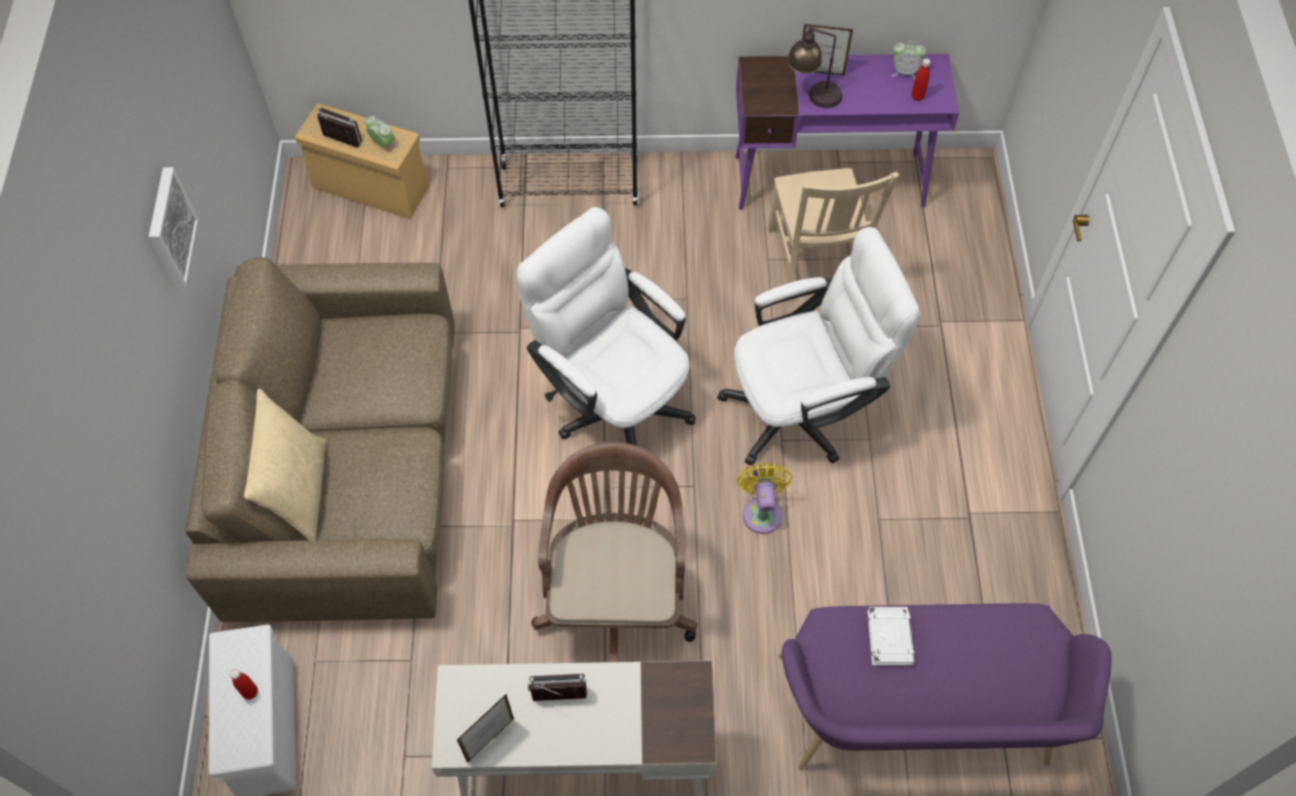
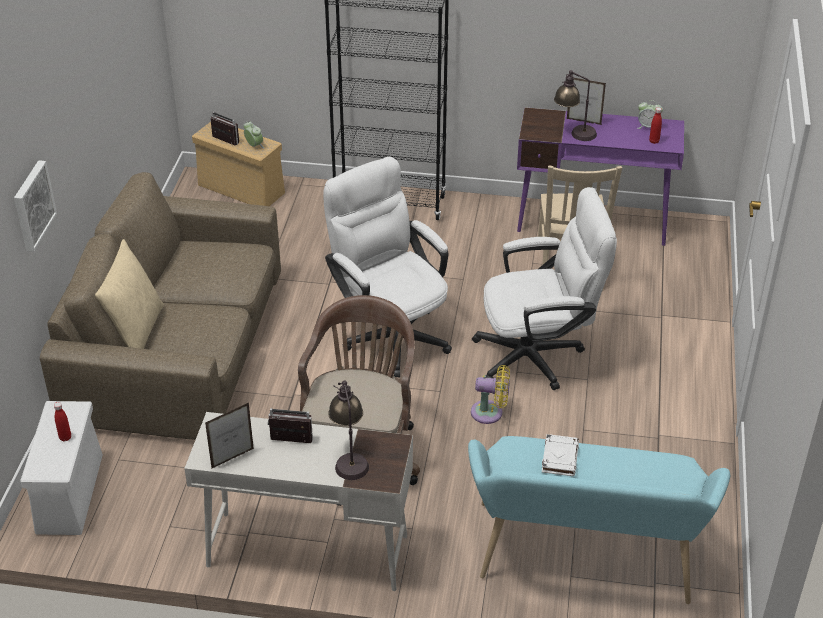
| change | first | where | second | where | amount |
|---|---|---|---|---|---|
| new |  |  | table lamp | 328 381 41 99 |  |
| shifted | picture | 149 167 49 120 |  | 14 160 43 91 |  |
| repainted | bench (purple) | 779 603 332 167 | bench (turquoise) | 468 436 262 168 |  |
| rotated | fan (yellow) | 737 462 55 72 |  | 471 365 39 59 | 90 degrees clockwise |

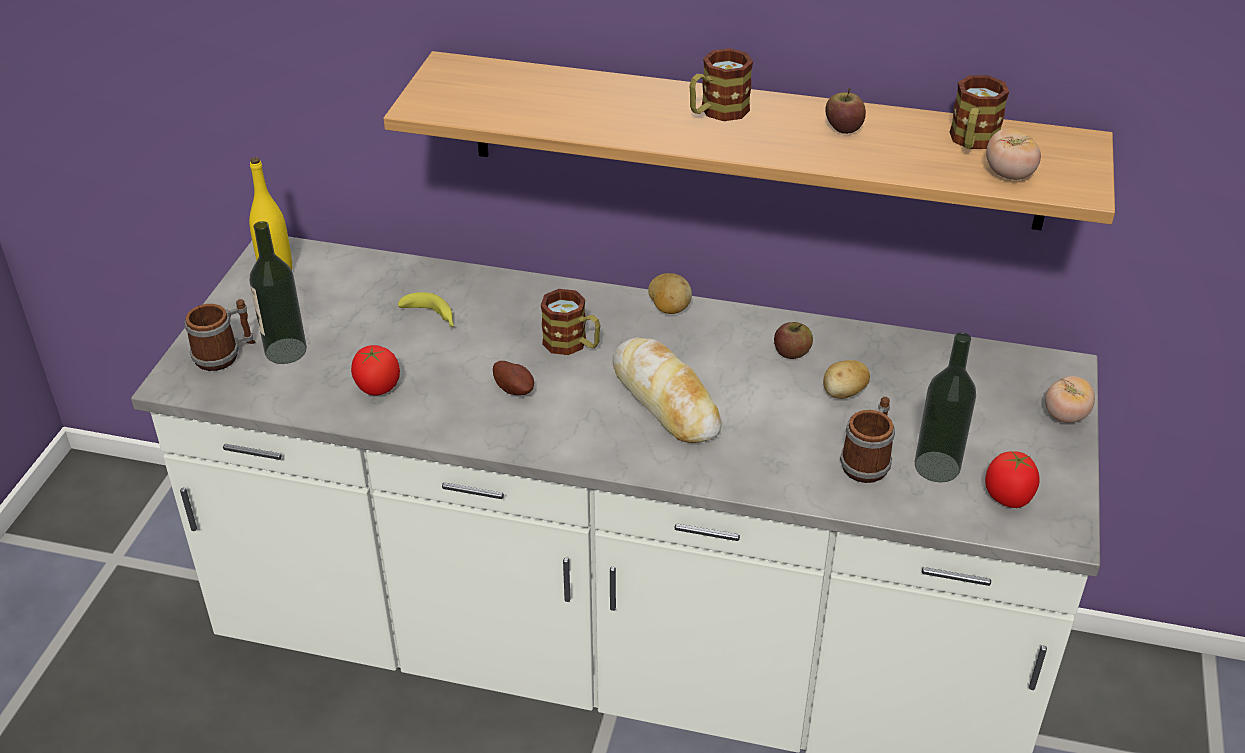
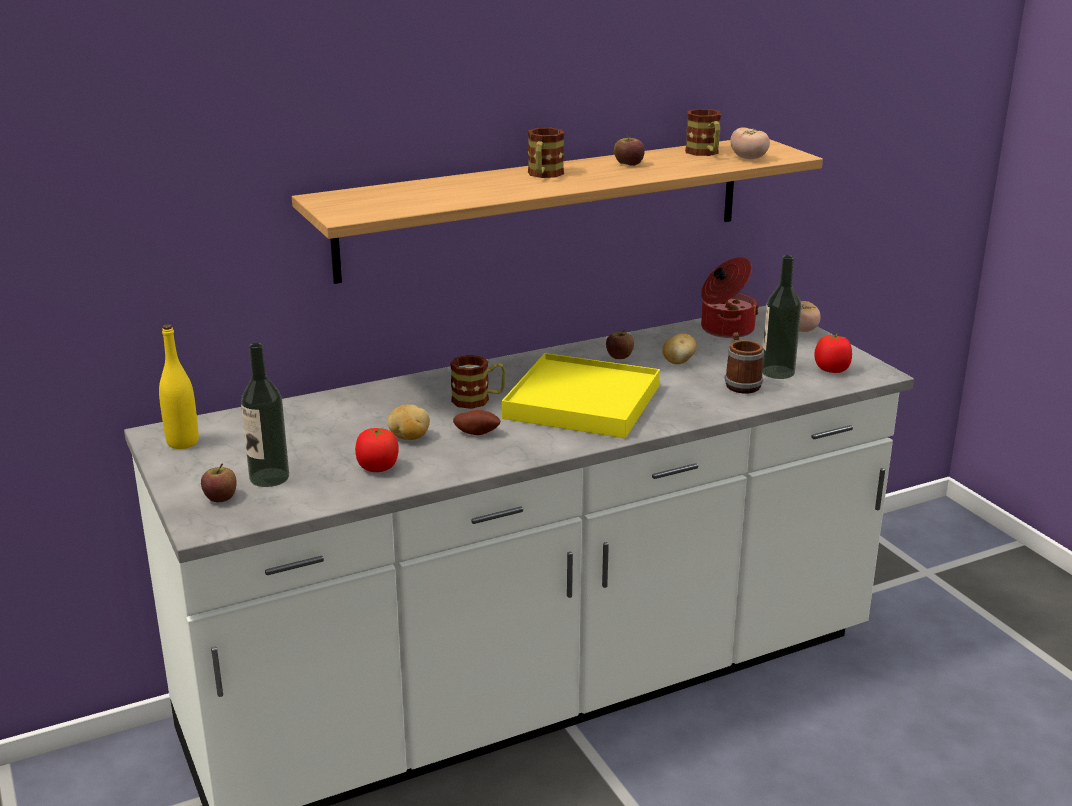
| change | first | where | second | where | amount |
|---|---|---|---|---|---|
| gone | banana | 398 292 56 35 |  |  |  |
| new |  |  | cooking pot | 701 257 58 81 |  |
| shifted | potato | 648 273 44 41 |  | 388 404 42 36 |  |
| swapped | mug | 184 299 71 72 | apple | 201 464 36 38 |  |
| swapped | bread | 612 337 110 106 | tray (yellow) | 502 353 158 85 |  |

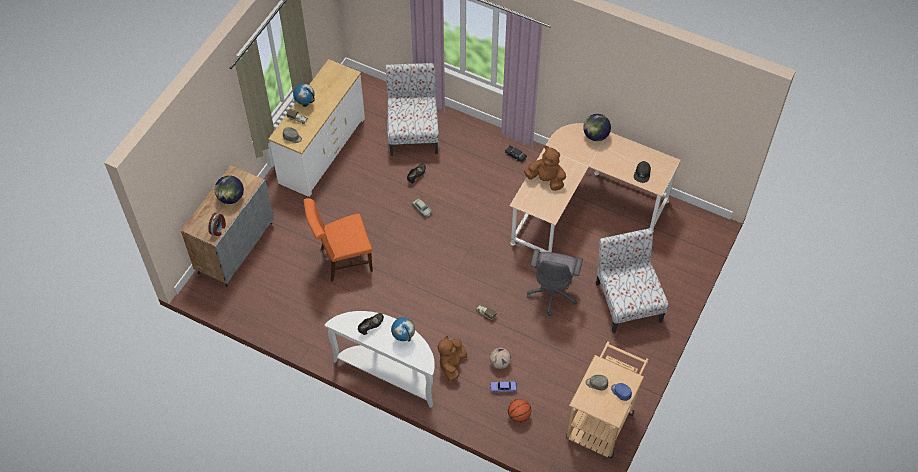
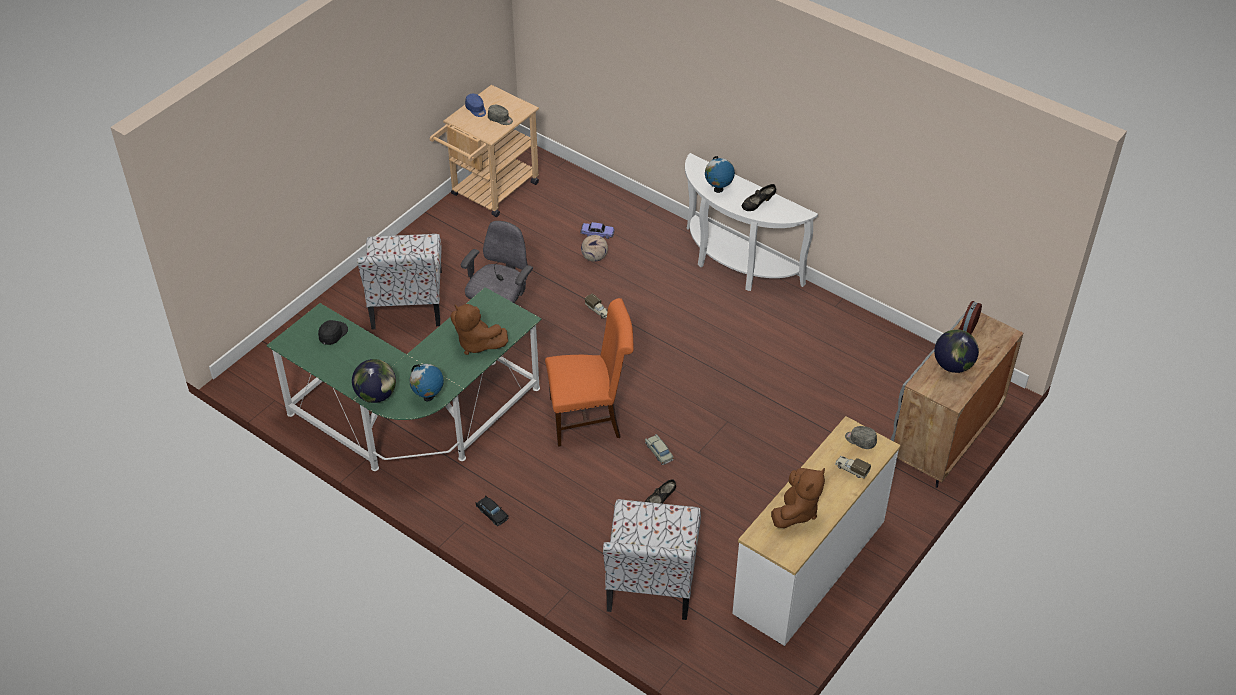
| change | first | where | second | where | amount |
|---|---|---|---|---|---|
| gone | basketball | 508 399 23 24 |  |  |  |
| shifted | globe | 293 84 22 23 |  | 409 364 35 37 |  |
| shifted | chair (orange) | 303 198 70 84 |  | 545 298 89 149 |  |
| shifted | plush toy (brown) | 438 336 29 45 |  | 771 468 54 60 |  |
| repainted | desk (beige) | 510 123 171 129 | desk (green) | 267 287 275 184 |  |

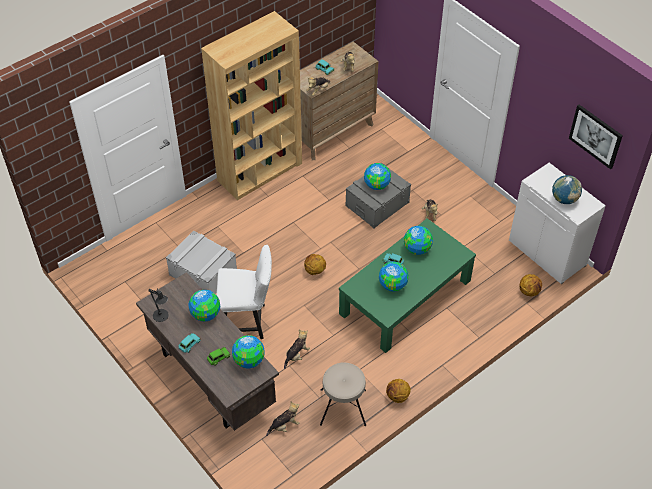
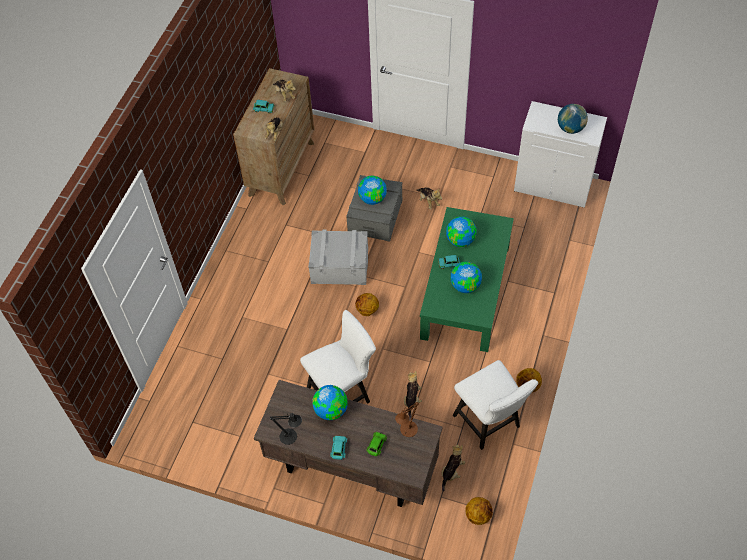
| change | first | where | second | where | amount |
|---|---|---|---|---|---|
| gone | bookcase (brown) | 201 11 101 189 |  |  |  |
| gone | picture | 569 105 54 64 |  |  |  |
| shifted | storage box (grey) | 166 230 71 64 |  | 308 230 60 55 |  |
| shifted | basketball | 520 274 22 22 |  | 466 497 27 28 |  |
| swapped | globe | 232 335 33 33 | table lamp (brown) | 395 402 24 35 |  |
| swapped | stool (beige) | 320 362 46 64 | chair (white) | 453 360 85 90 |  |

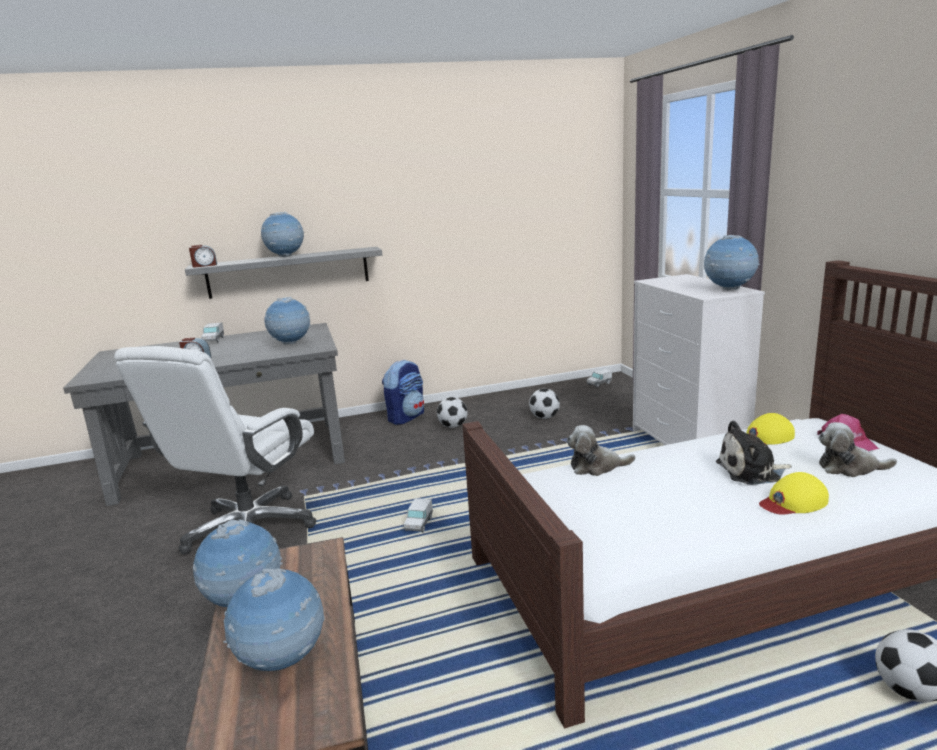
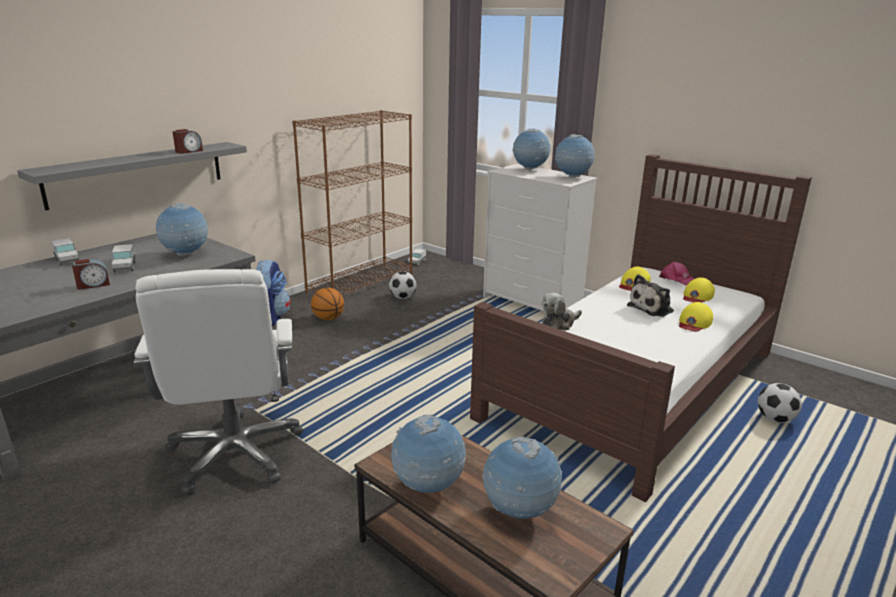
| change | first | where | second | where | amount |
|---|---|---|---|---|---|
| new |  |  | bookcase (brown) | 292 110 120 185 |  |
| shifted | alarm clock | 189 245 28 22 |  | 173 129 30 25 |  |
| shifted | globe | 261 212 43 45 |  | 512 128 38 42 |  |
| shifted | toy truck | 404 498 29 34 |  | 112 244 24 28 |  |
| swapped | football | 437 397 30 31 | basketball | 311 288 33 32 |  |
| swapped | plush toy | 818 422 79 55 | cap (yellow) | 683 277 32 26 |  |

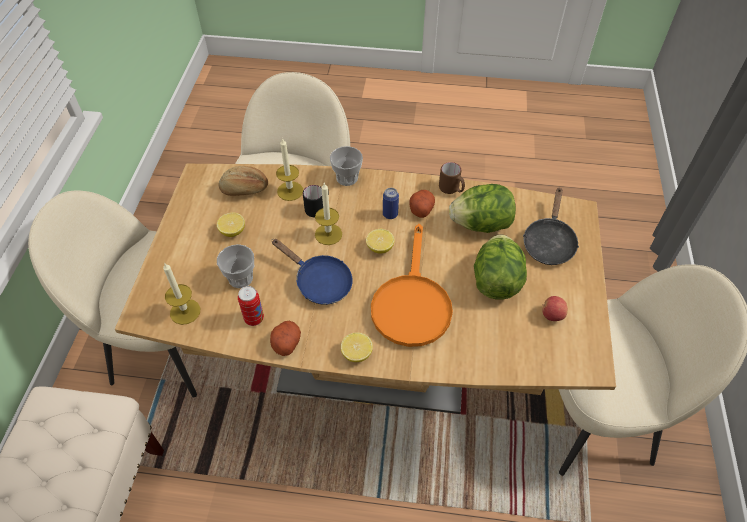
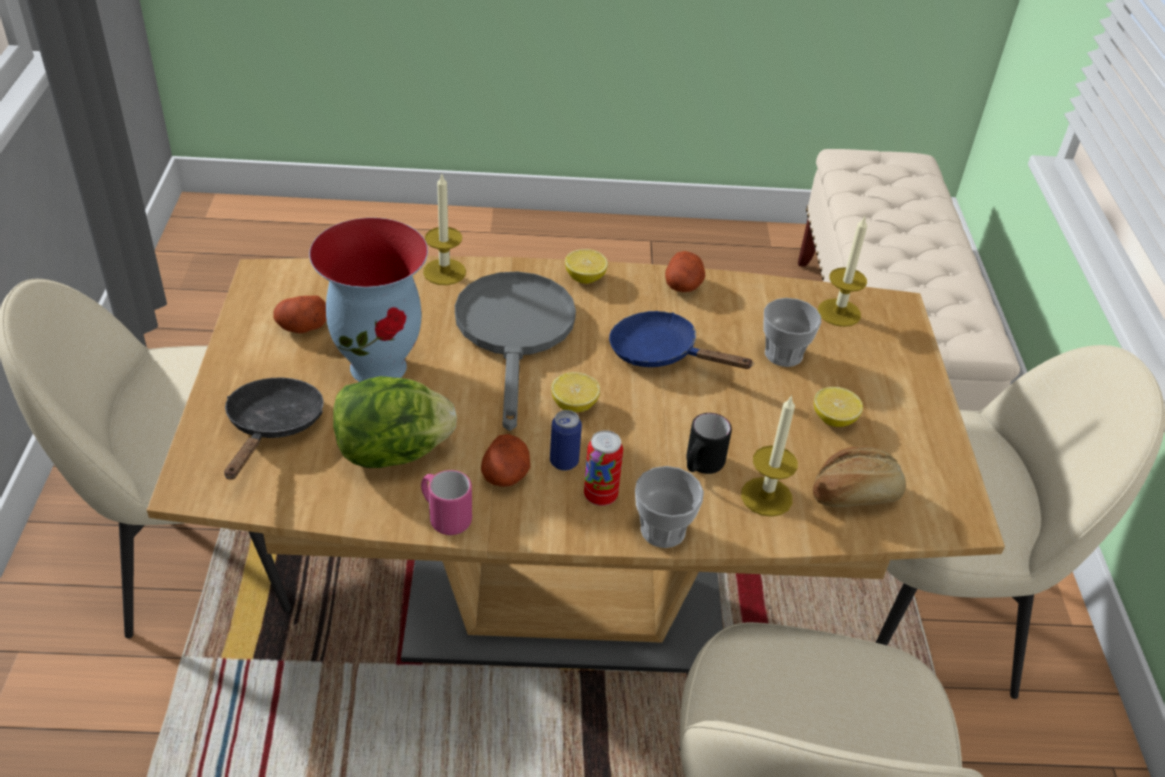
| change | first | where | second | where | amount |
|---|---|---|---|---|---|
| shifted | can | 238 286 26 40 |  | 584 430 39 76 |  |
| shifted | candle | 315 183 27 62 |  | 423 174 43 111 |  |
| swapped | lettuce | 474 234 53 66 | vase | 309 218 119 164 |  |
| swapped | apple | 542 296 26 25 | potato | 274 295 53 39 |  |
| repainted | frying pan (orange) | 371 224 82 123 | frying pan (grey) | 455 271 121 160 |  |
| repainted | mug (brown) | 439 162 26 32 | mug (pink) | 421 470 51 65 |  |

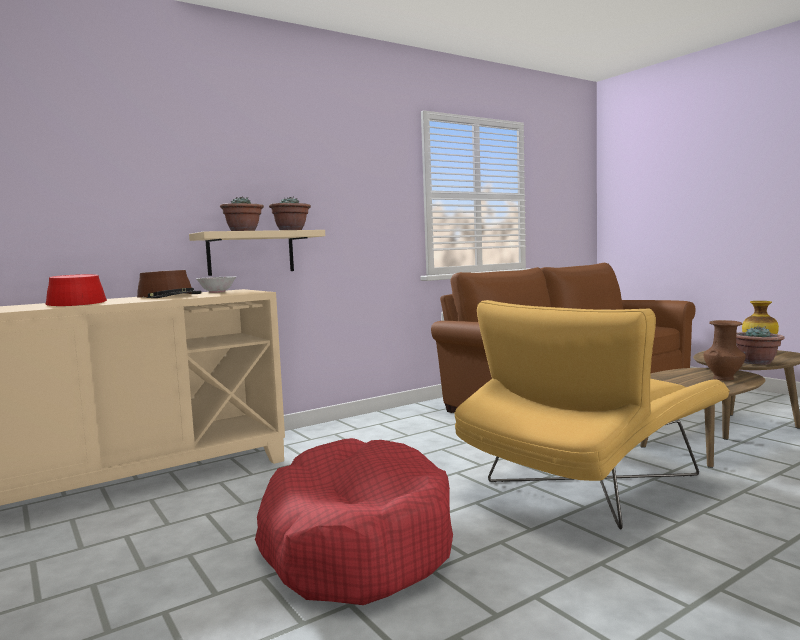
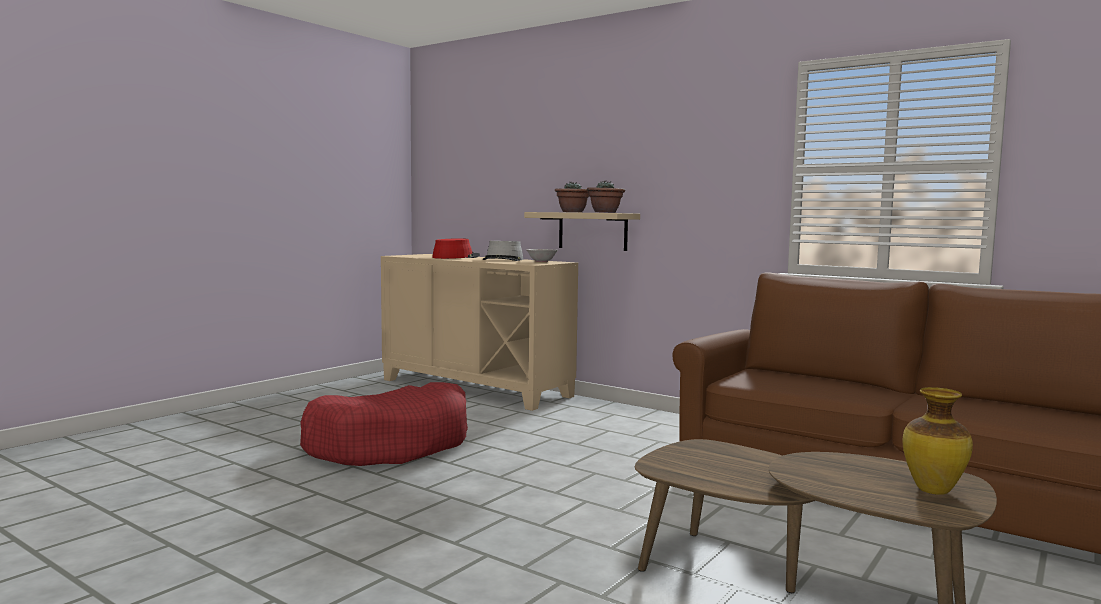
| change | first | where | second | where | amount |
|---|---|---|---|---|---|
| gone | armchair (yellow) | 454 300 276 229 |  |  |  |
| gone | vase (brown) | 704 320 42 61 |  |  |  |
| gone | potted plant | 736 326 49 39 |  |  |  |
| repainted | hat (brown) | 137 270 65 28 | hat (grey) | 483 241 40 20 |  |

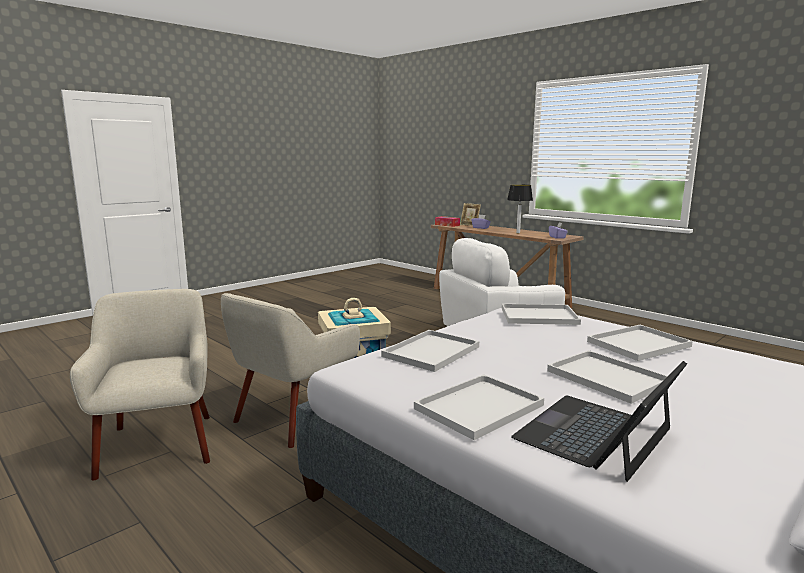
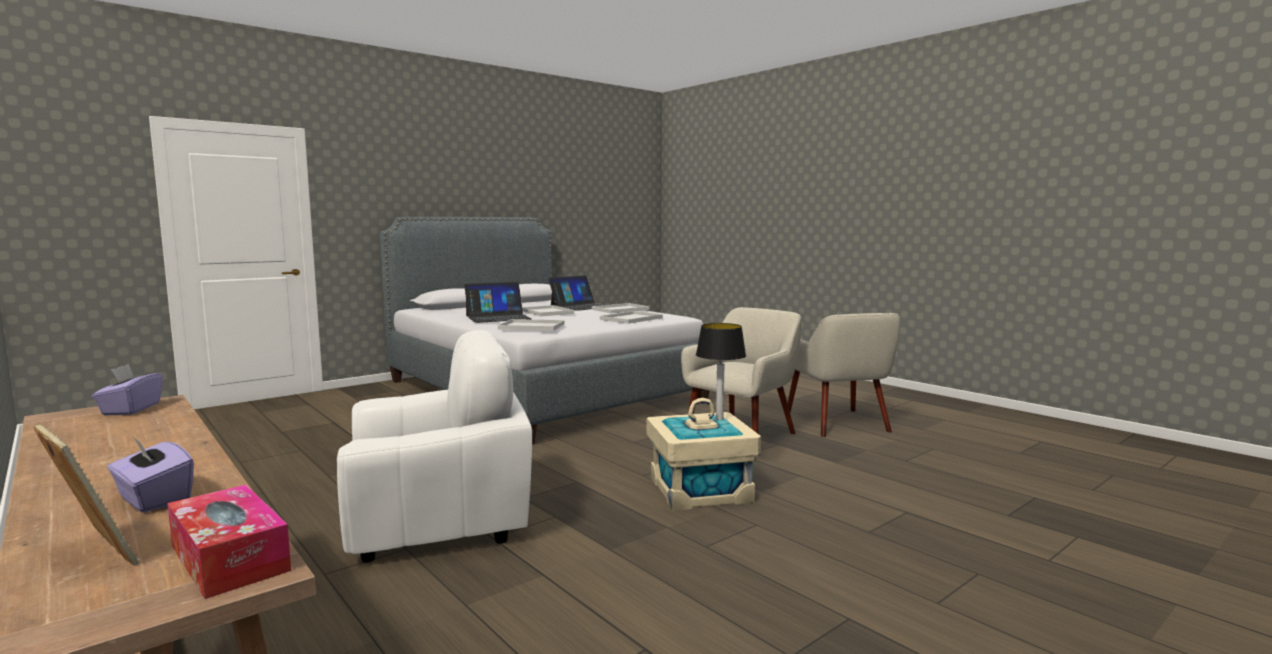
| change | first | where | second | where | amount |
|---|---|---|---|---|---|
| shifted | table lamp | 507 184 26 49 |  | 696 323 50 97 |  |
| swapped | tray (white) | 587 325 106 36 | laptop | 464 282 68 41 |  |

